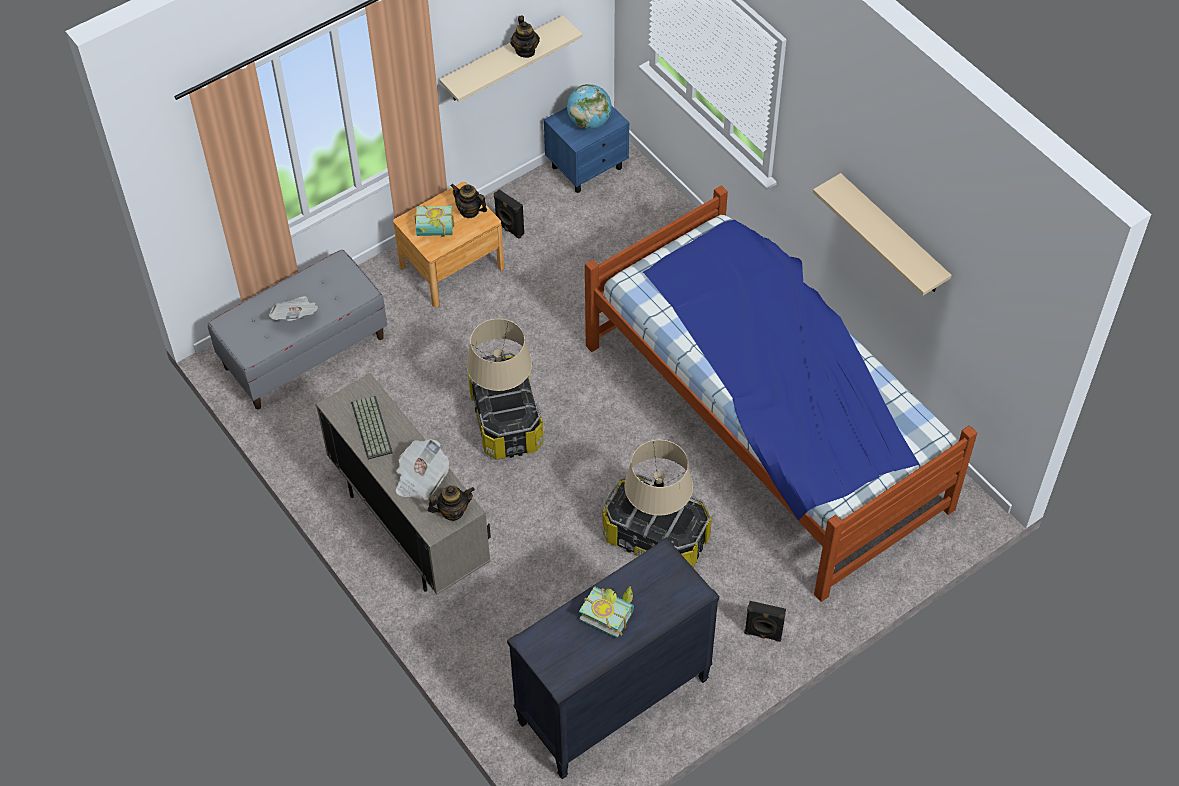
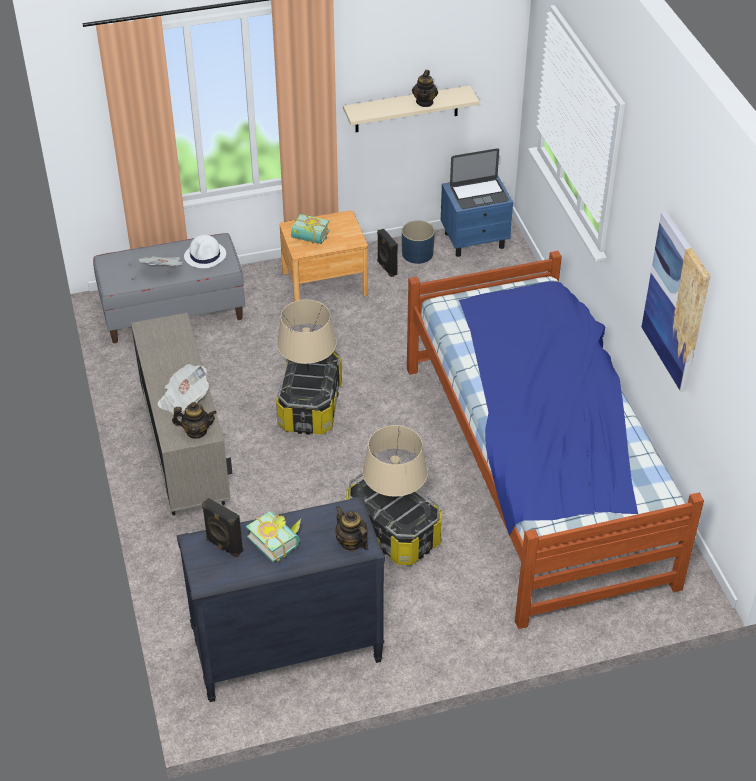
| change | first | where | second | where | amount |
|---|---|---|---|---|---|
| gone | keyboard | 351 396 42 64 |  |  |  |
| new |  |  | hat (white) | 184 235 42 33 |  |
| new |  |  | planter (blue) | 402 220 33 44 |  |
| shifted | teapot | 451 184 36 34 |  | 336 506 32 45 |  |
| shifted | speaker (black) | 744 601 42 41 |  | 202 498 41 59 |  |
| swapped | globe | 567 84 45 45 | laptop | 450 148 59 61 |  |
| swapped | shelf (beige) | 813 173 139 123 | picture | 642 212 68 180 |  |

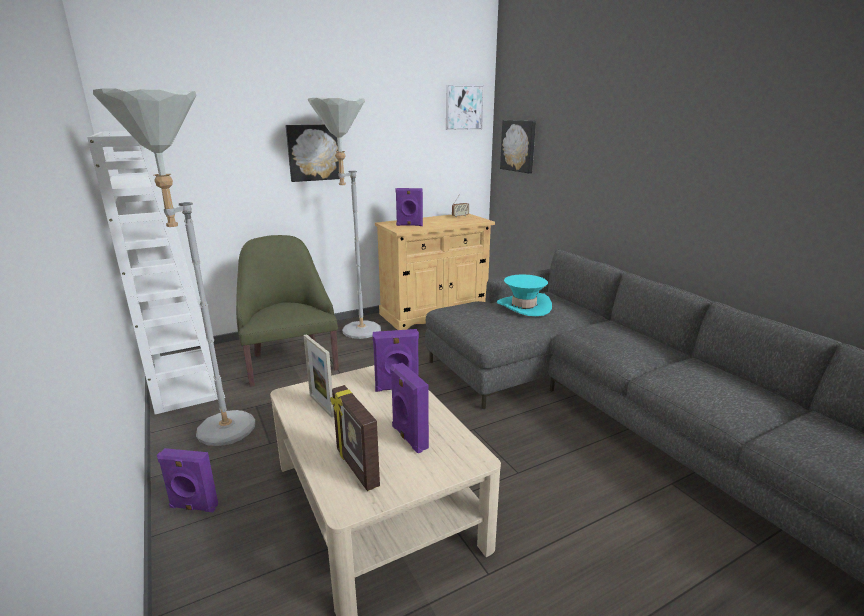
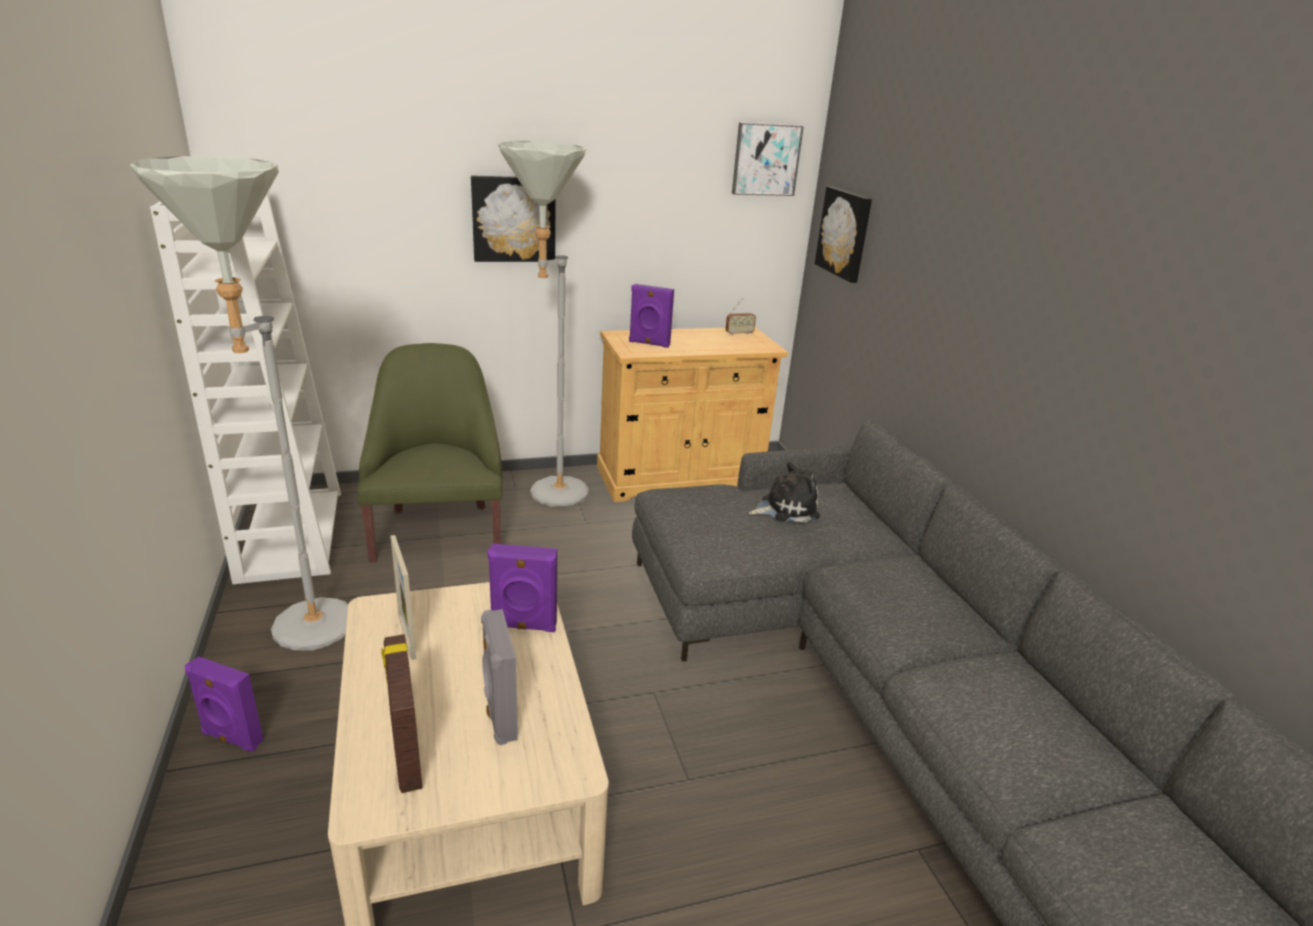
| change | first | where | second | where | amount |
|---|---|---|---|---|---|
| swapped | hat (turquoise) | 497 274 55 42 | plush toy | 749 461 71 62 |  |
| repainted | speaker (purple) | 390 363 39 90 | speaker (grey) | 481 609 37 136 |  |

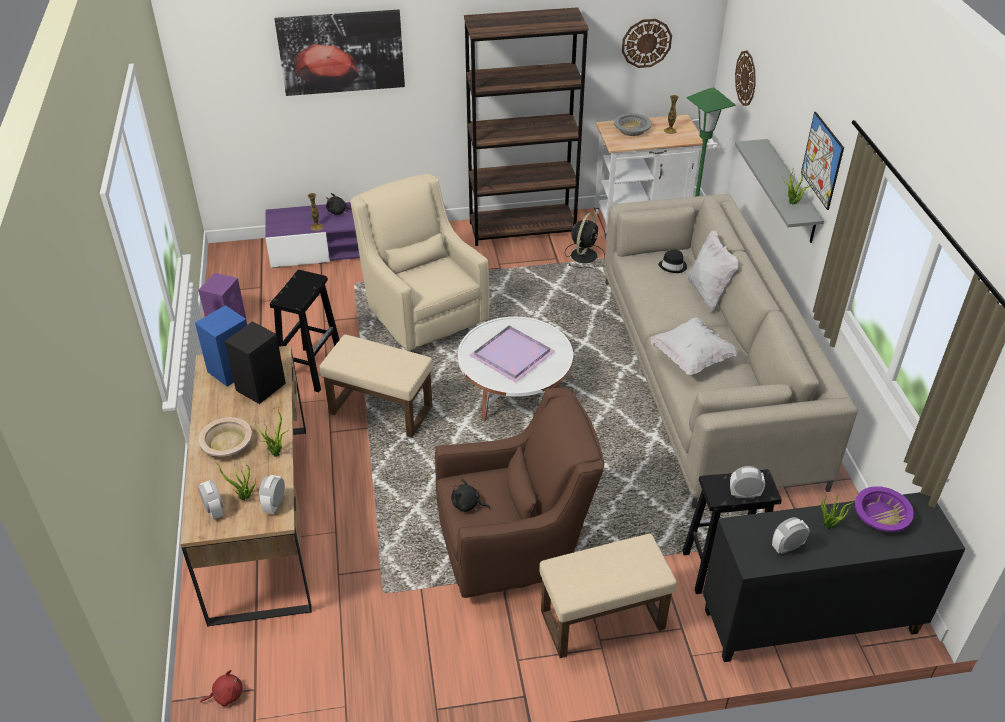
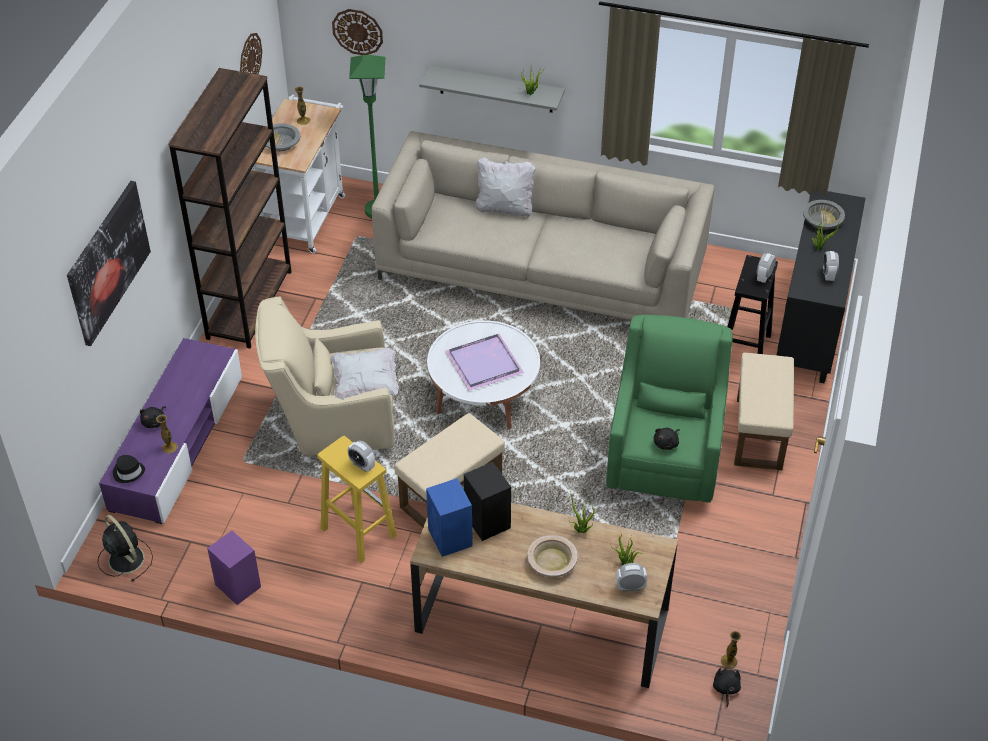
| change | first | where | second | where | amount |
|---|---|---|---|---|---|
| gone | picture | 801 112 43 98 |  |  |  |
| new |  |  | vase | 721 631 20 38 |  |
| shifted | alarm clock | 259 475 26 39 |  | 348 441 27 31 |  |
| shifted | fan (black) | 565 213 40 55 |  | 97 515 56 67 |  |
| shifted | pillow (white) | 650 318 88 57 |  | 331 348 68 52 |  |
| shifted | hat (black) | 658 250 29 23 |  | 113 455 32 28 |  |
| repainted | plush toy (red) | 200 670 43 36 | plush toy (black) | 713 665 28 42 |  |
| repainted | stool (black) | 270 270 70 122 | stool (yellow) | 317 436 80 127 |  |
| repainted | armchair (brown) | 435 388 169 210 | armchair (green) | 606 315 127 188 |  |
| repainted | bowl (purple) | 855 486 59 46 | bowl (grey) | 803 200 42 30 |  |

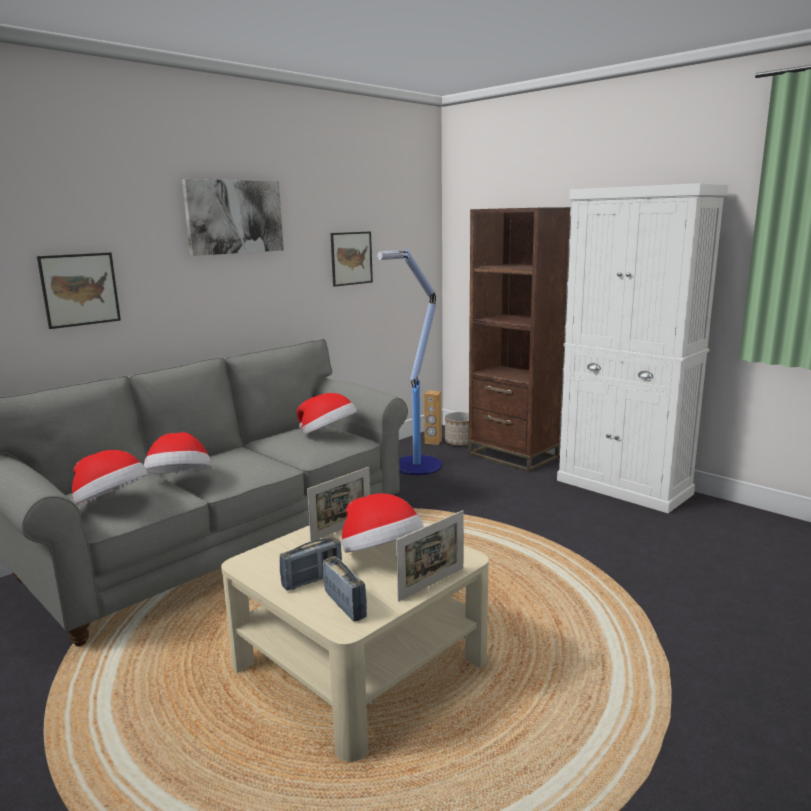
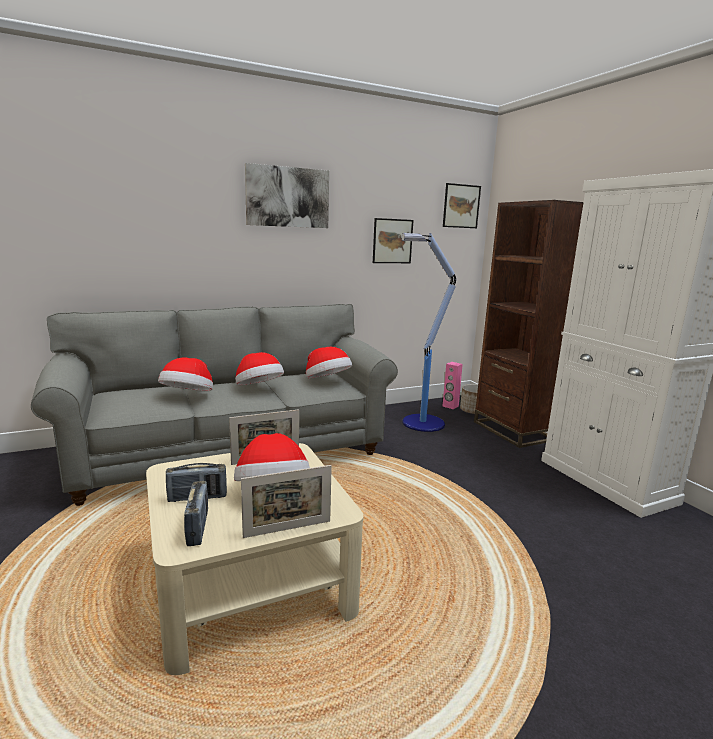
| change | first | where | second | where | amount |
|---|---|---|---|---|---|
| shifted | picture | 37 253 84 76 |  | 443 183 38 45 |  |
| shifted | hat | 72 450 76 55 |  | 235 352 49 33 |  |
| repainted | speaker (brown) | 424 390 18 55 | speaker (pink) | 443 362 20 47 |  |

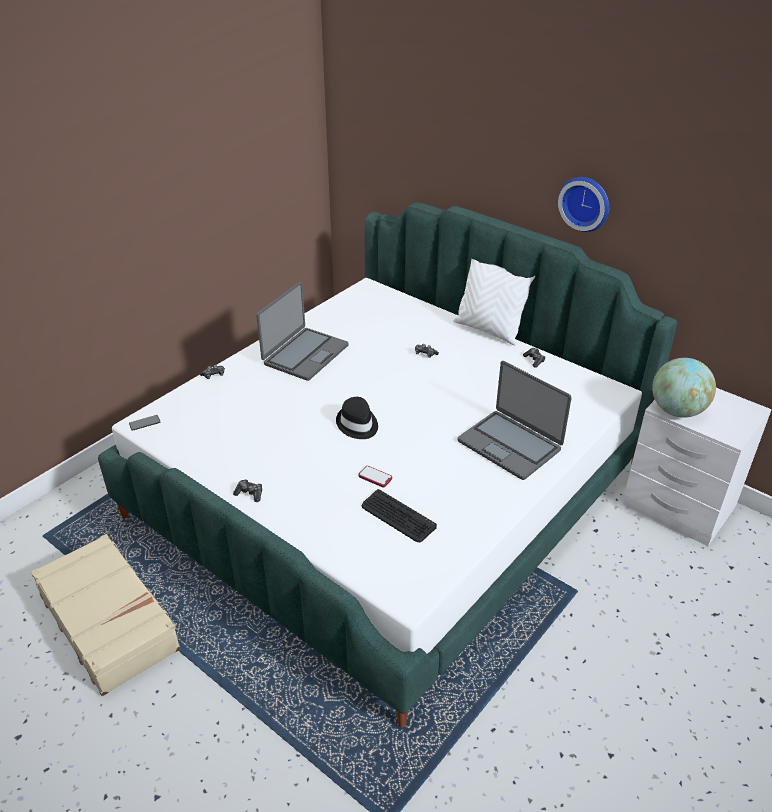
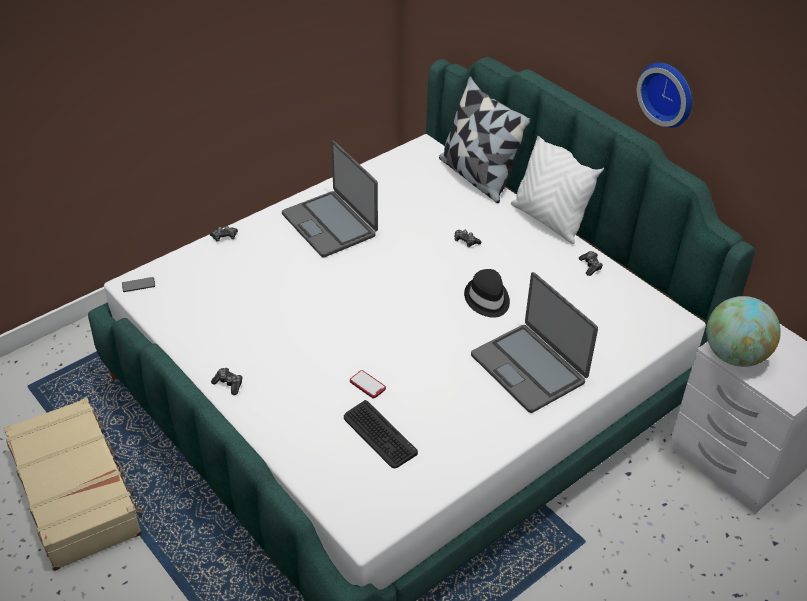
| change | first | where | second | where | amount |
|---|---|---|---|---|---|
| new |  |  | pillow | 439 76 93 127 |  |
| shifted | hat (black) | 336 397 42 42 |  | 464 269 46 49 |  |
| rotated | laptop | 256 281 93 100 |  | 282 140 96 118 | 105 degrees clockwise |

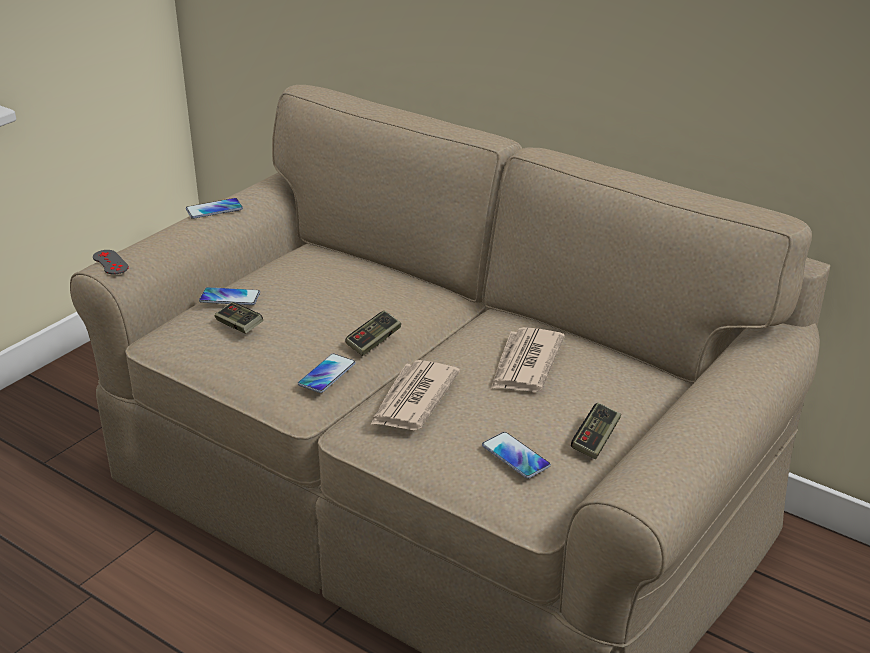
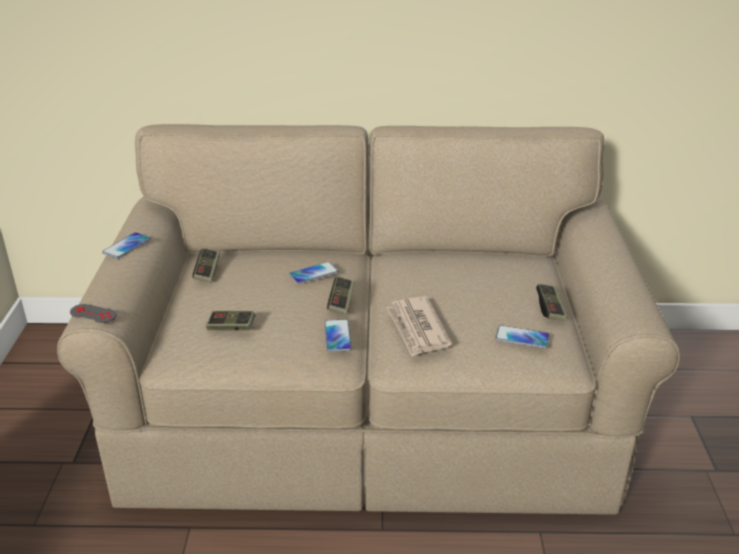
| change | first | where | second | where | amount |
|---|---|---|---|---|---|
| gone | newspaper | 491 327 74 65 |  |  |  |
| new |  |  | game controller | 192 248 28 34 |  |
| shifted | phone | 199 287 61 18 |  | 289 262 49 22 |  |

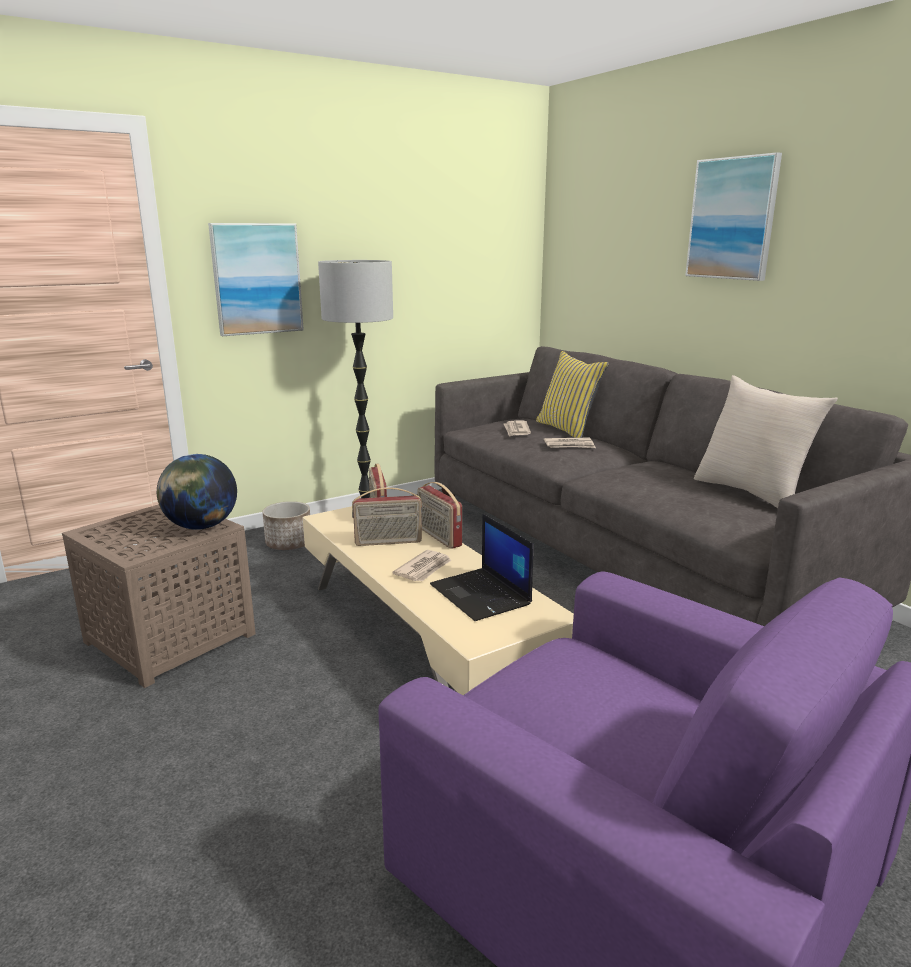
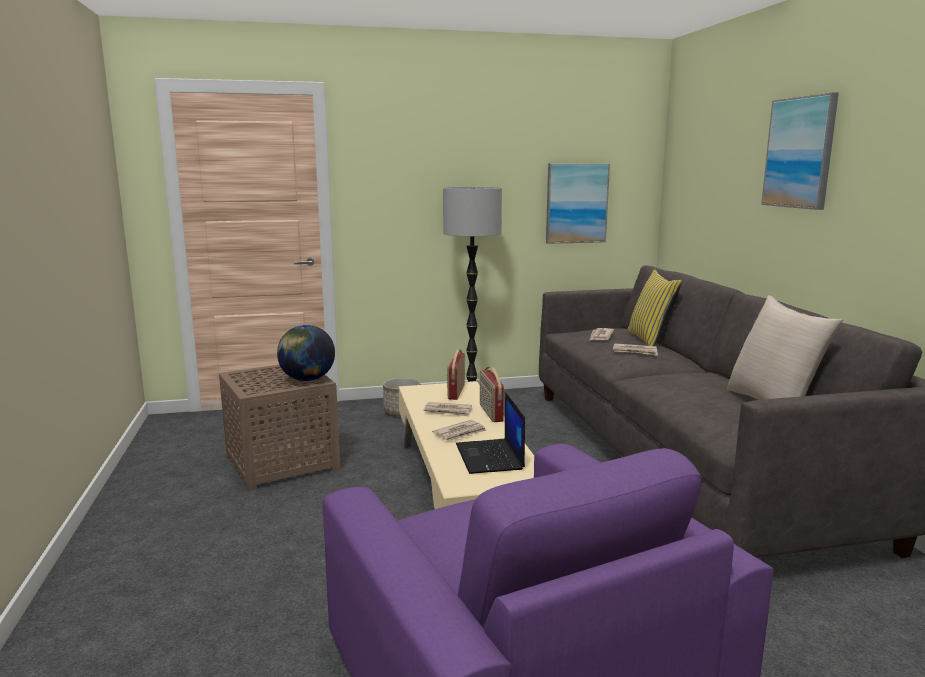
| change | first | where | second | where | amount |
|---|---|---|---|---|---|
| shifted | picture | 208 223 96 113 |  | 546 163 64 81 |  |
| swapped | radio | 352 487 70 59 | newspaper | 423 402 49 15 |  |

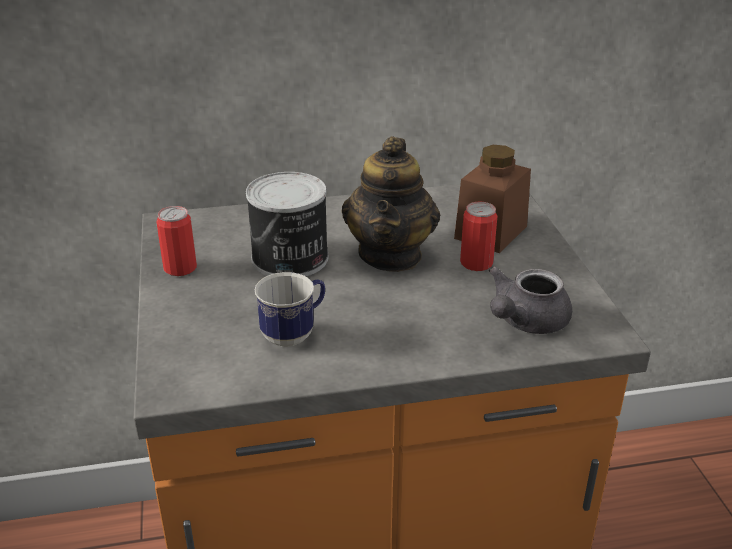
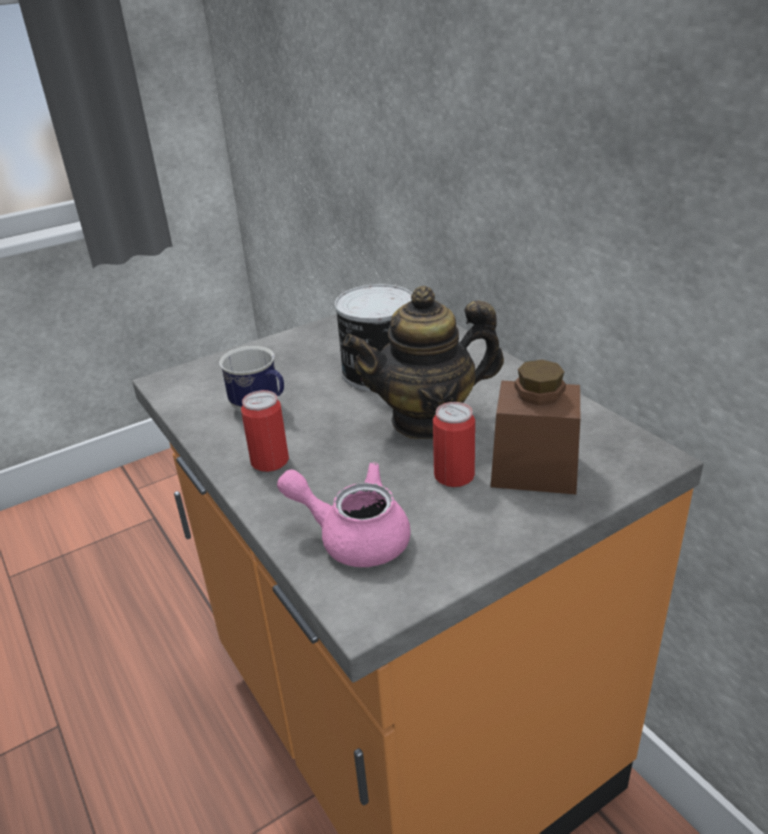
| change | first | where | second | where | amount |
|---|---|---|---|---|---|
| shifted | can | 157 206 40 70 |  | 241 390 48 82 |  |
| repainted | teapot (grey) | 489 267 83 67 | teapot (pink) | 277 462 134 105 |  |

